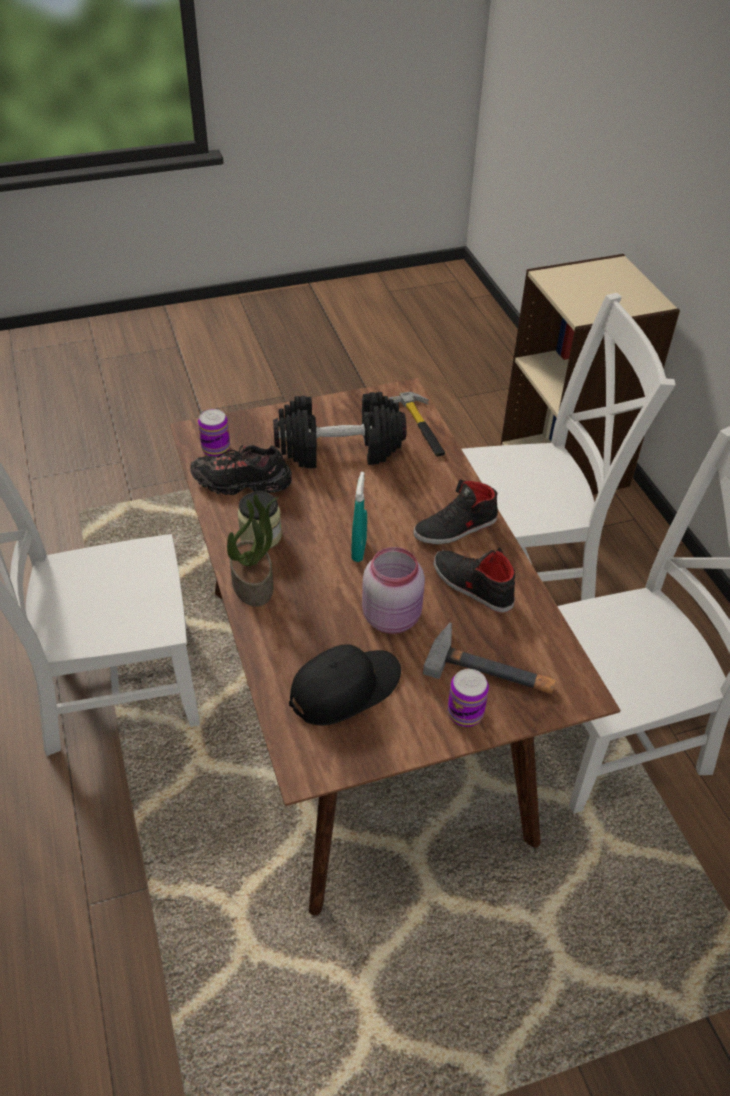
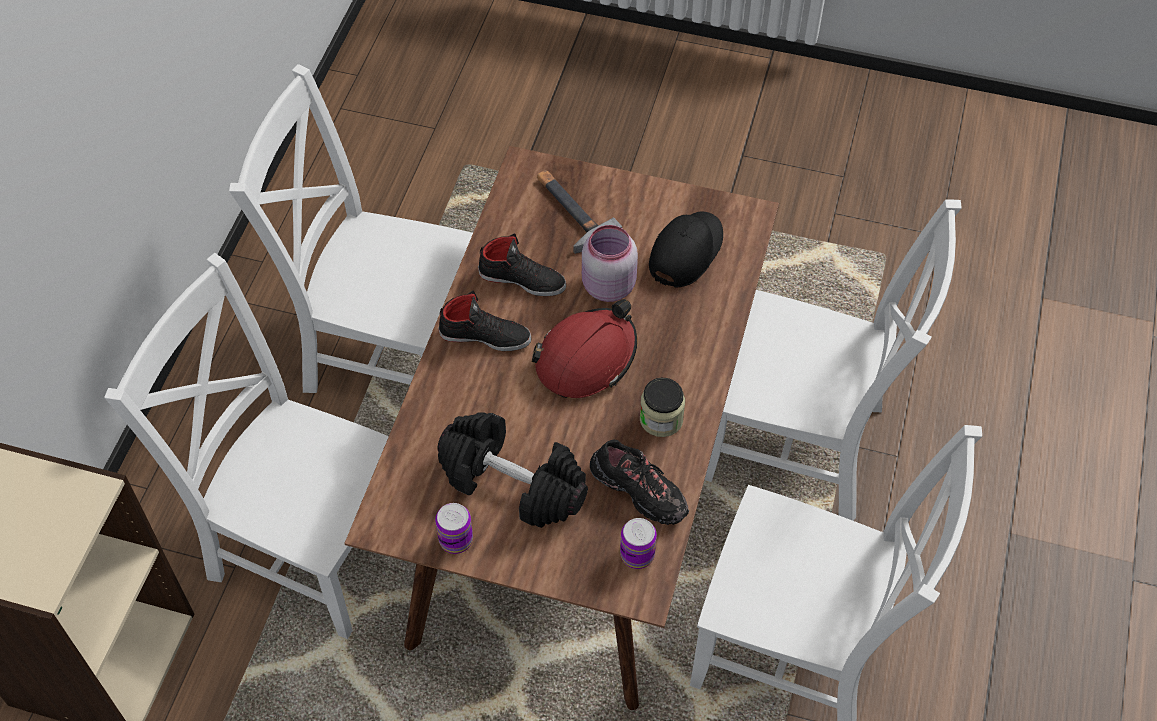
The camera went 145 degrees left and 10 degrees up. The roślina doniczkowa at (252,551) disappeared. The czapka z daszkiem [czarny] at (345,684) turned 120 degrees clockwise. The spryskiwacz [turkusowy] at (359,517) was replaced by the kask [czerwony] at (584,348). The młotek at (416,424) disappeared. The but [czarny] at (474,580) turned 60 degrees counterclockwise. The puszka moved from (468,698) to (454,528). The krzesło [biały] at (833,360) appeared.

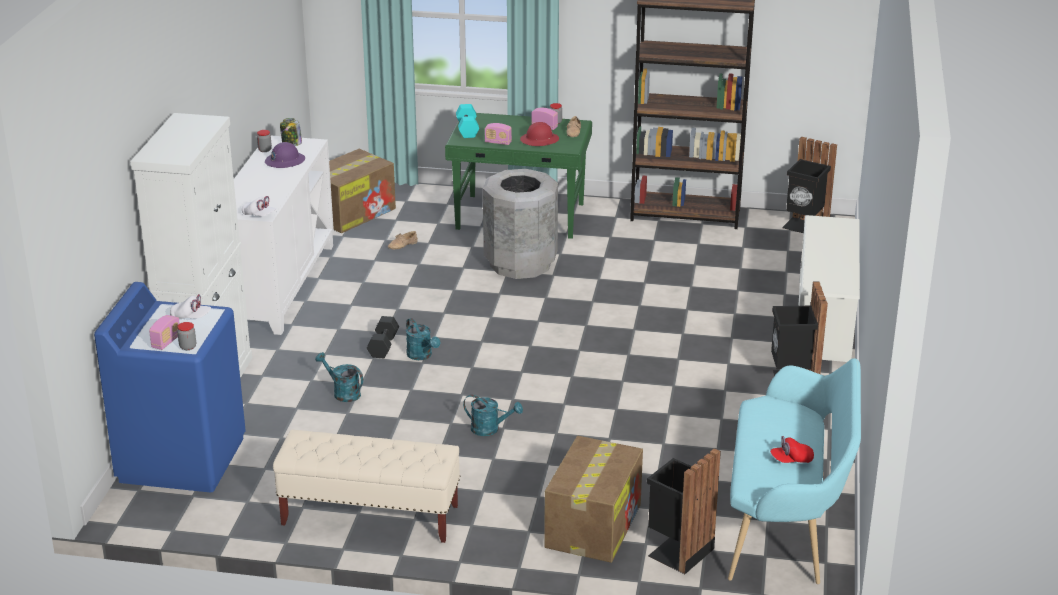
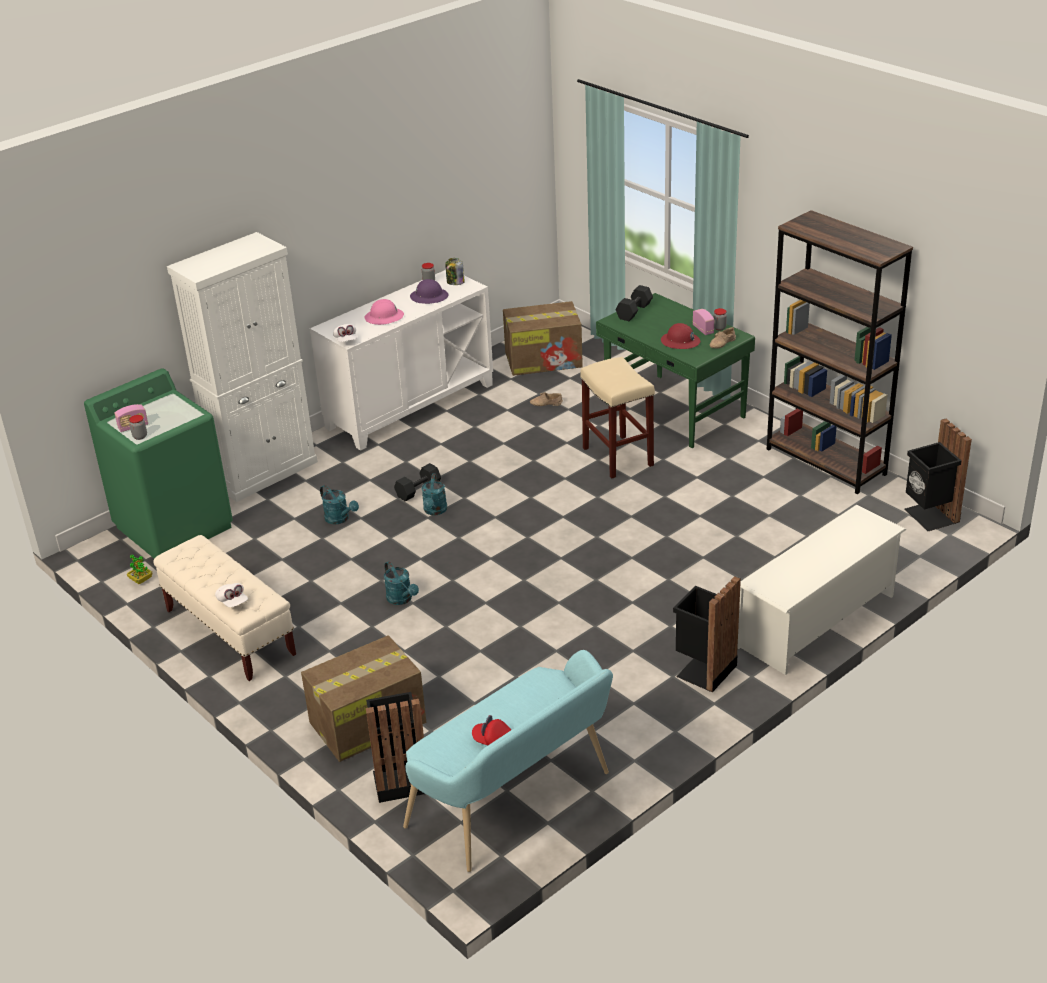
The camera went 40 degrees right and 5 degrees up. The pralka [niebieski] at (170,387) became the pralka [zielony] at (158,463). The czapka z daszkiem [biały] moved from (190,306) to (231,595). The konewka [turkusowy] at (339,377) turned 150 degrees clockwise. The hantel [turkusowy] at (467,121) became the hantel [czarny] at (634,303). The kosz na śmieci [szary] at (520,224) was replaced by the stołek [beżowy] at (617,418). The radio at (498,134) disappeared. The roślina doniczkowa at (140,569) appeared. The kask [różowy] at (384,312) appeared.

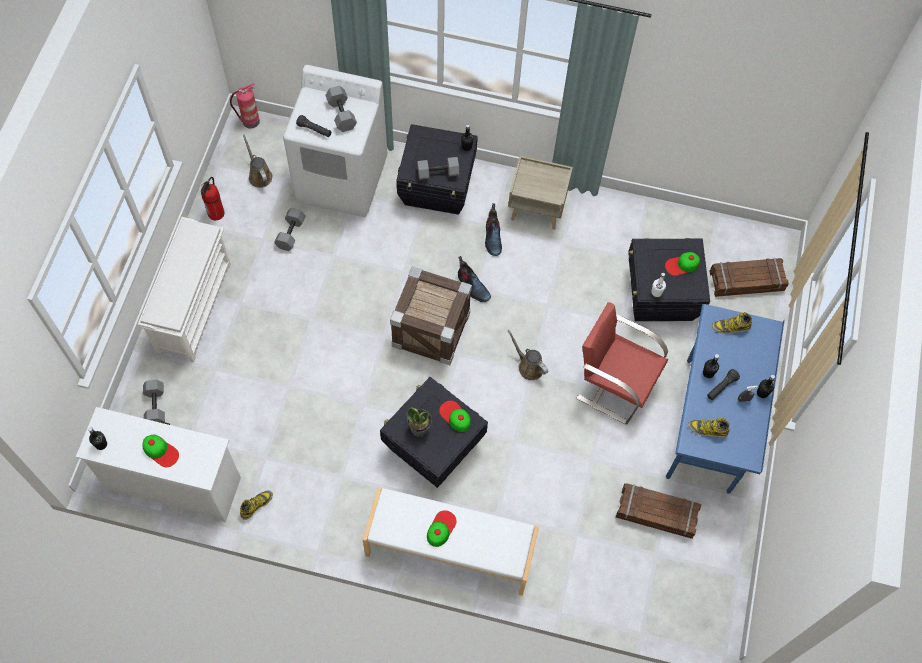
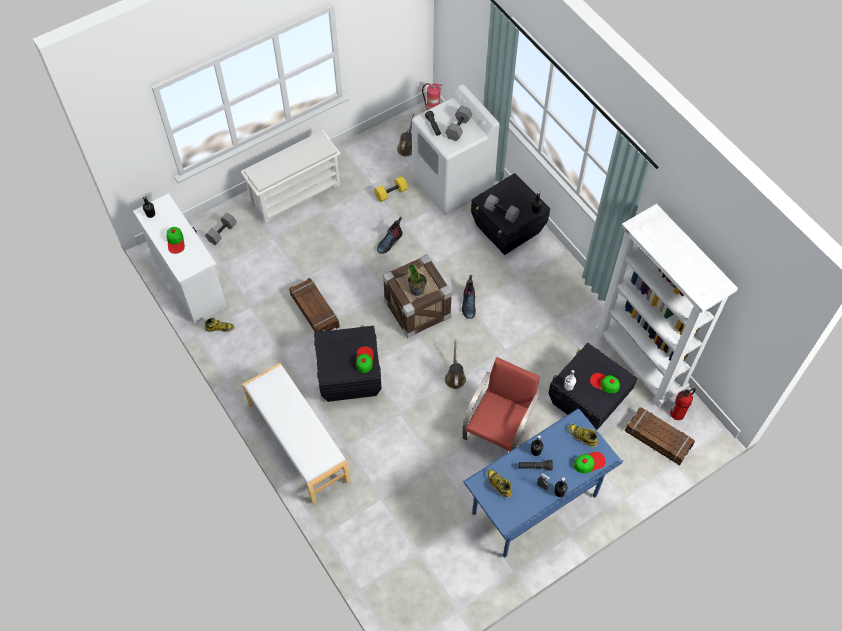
The camera went 45 degrees right and 5 degrees down. The gaśnica moved from (213,198) to (683,404). The hantel [szary] at (290,229) became the hantel [żółty] at (391,189). The roślina doniczkowa moved from (419,422) to (417,280). The czapka z daszkiem moved from (442,528) to (590,462). The but z cholewką moved from (493,229) to (390,235). The szafka nocna [beżowy] at (540,193) disappeared. The krzesło [czerwony] at (622,363) turned 45 degrees clockwise. The skrzynka moved from (658,511) to (314,305). The regał [biały] at (666,306) appeared.

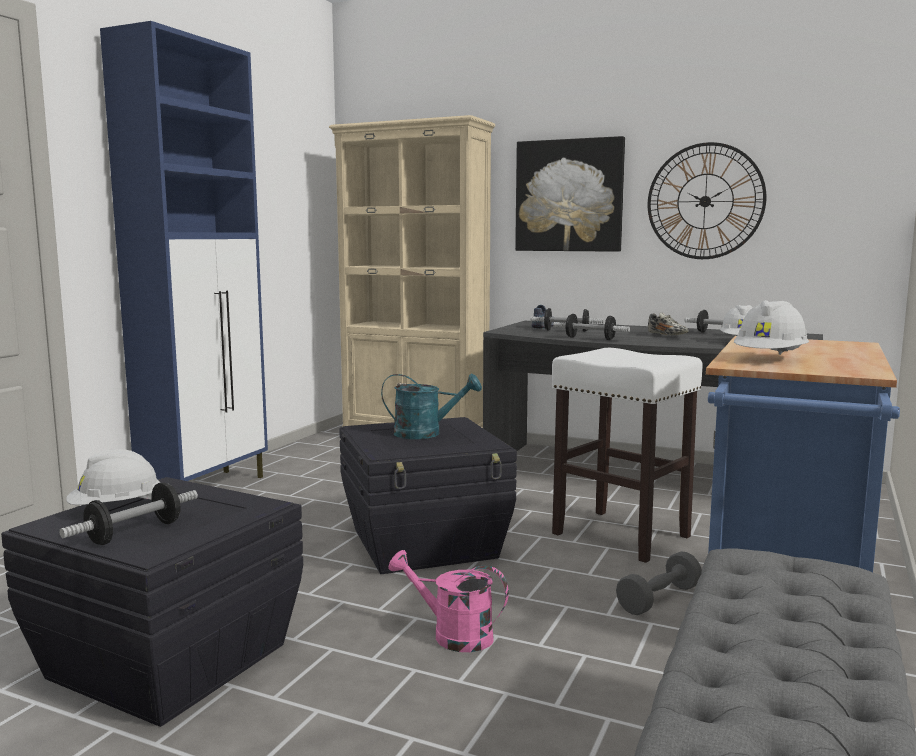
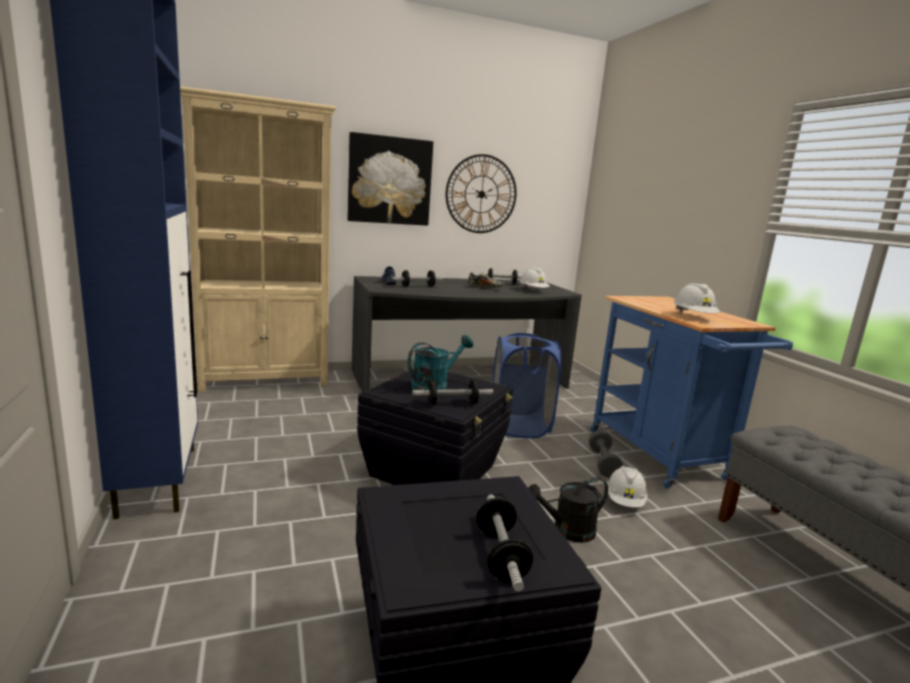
The camera went 45 degrees left and 5 degrees up. The kask [biały] moved from (113,477) to (627,487). The konewka [różowy] at (448,601) became the konewka [czarny] at (568,510). The stołek [biały] at (627,455) was replaced by the kosz na pranie [niebieski] at (526,385). The hantel moved from (591,327) to (452,392).

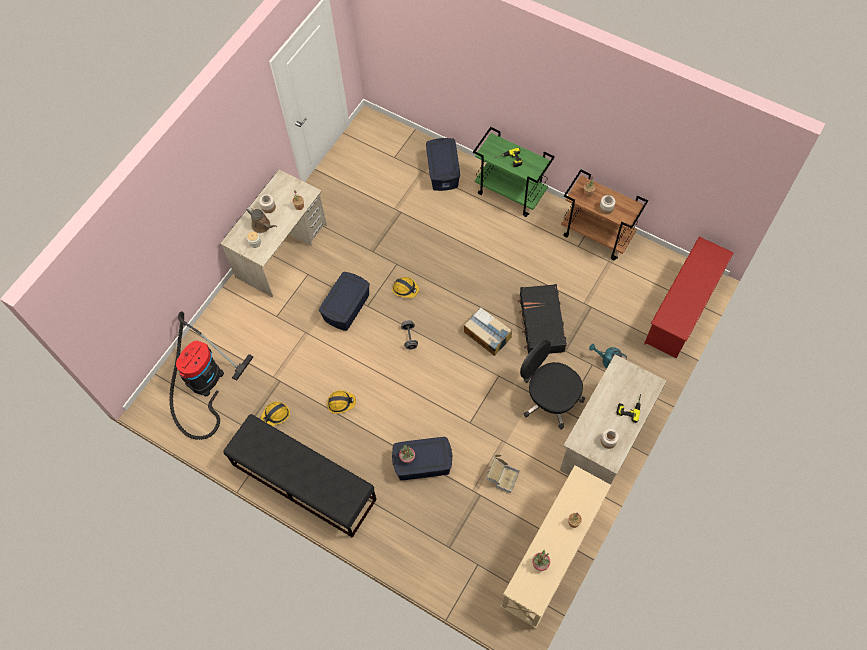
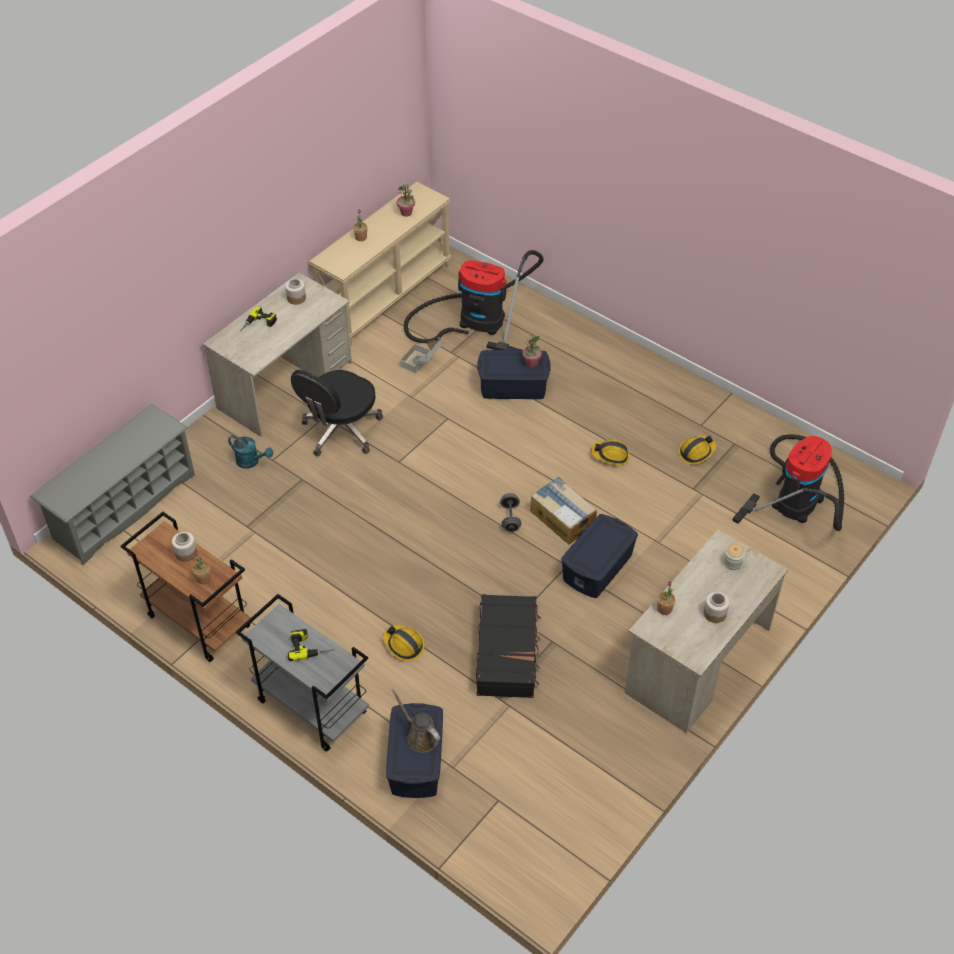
The camera went 175 degrees left and 15 degrees down. The ławka [czarny] at (300,476) disappeared. The konewka [brązowy] moved from (261,220) to (416,721). The kask moved from (405,287) to (404,643). The karton moved from (488,331) to (563,510). The wózek [zielony] at (514,172) became the wózek [szary] at (302,672). The walizka [czarny] moved from (542,319) to (508,646). The krzesło biurowe [czarny] at (552,385) turned 75 degrees clockwise. The regał na buty [czerwony] at (689,298) became the regał na buty [szary] at (112,484). The odkurzacz at (473,300) appeared.

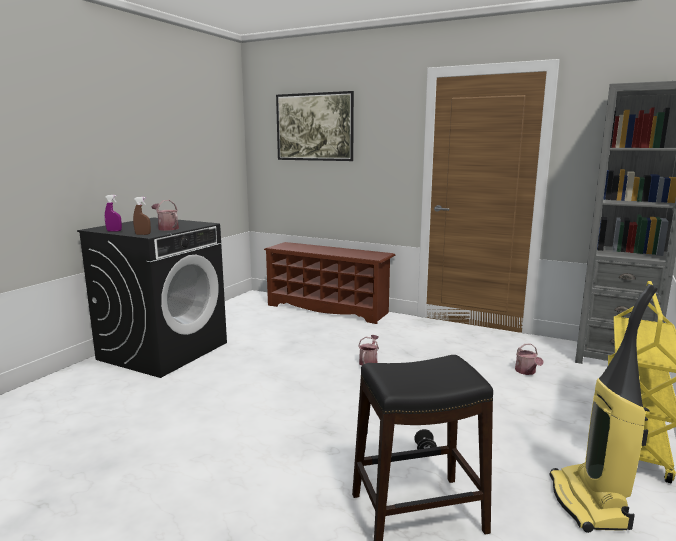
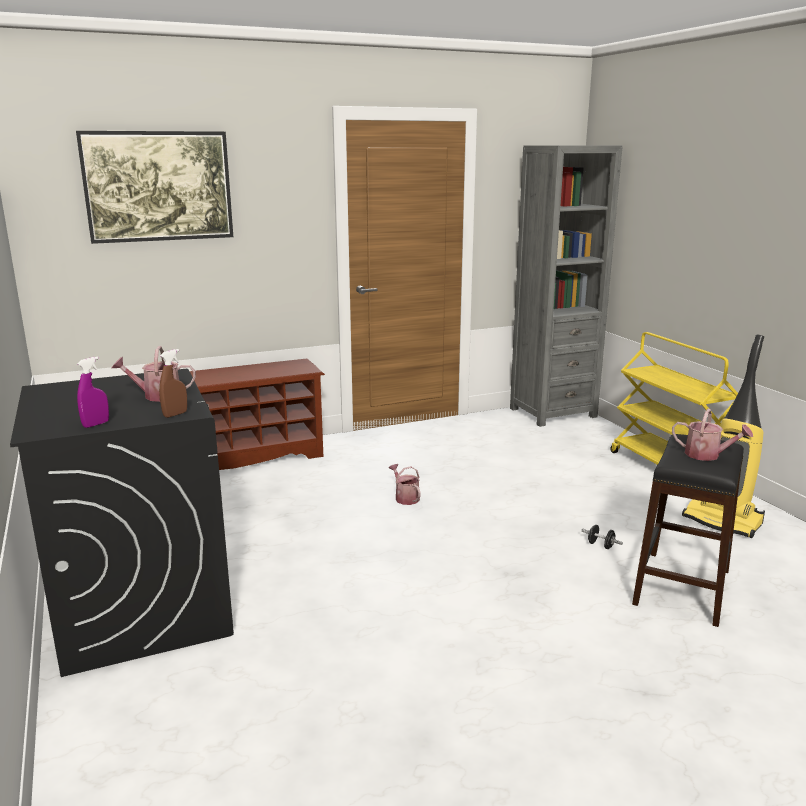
The camera went 50 degrees left and 5 degrees up. The konewka moved from (529,359) to (712,435).

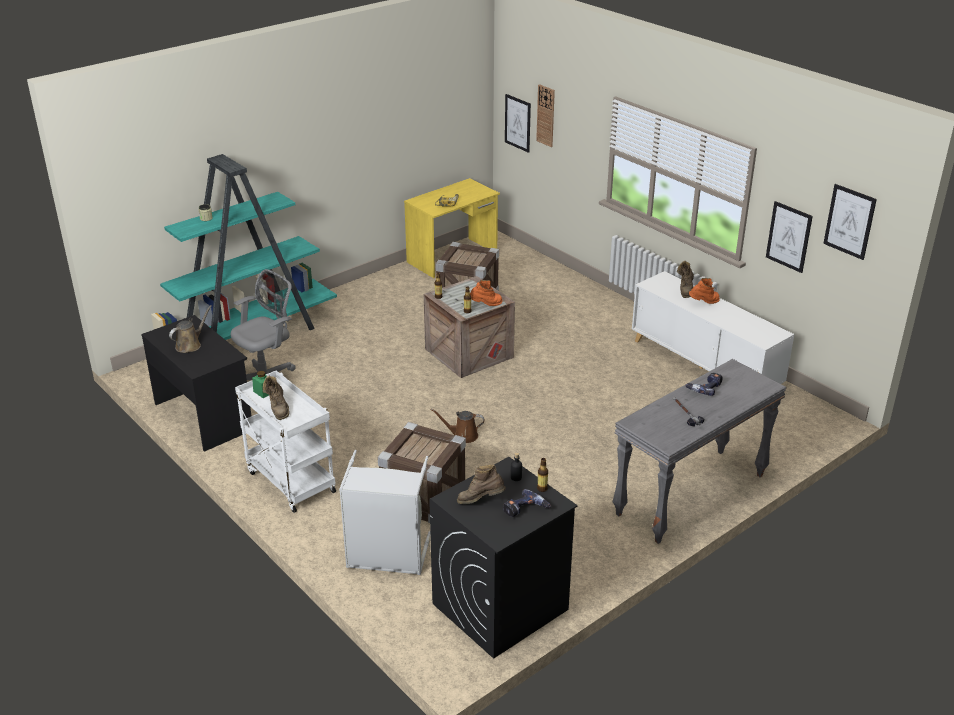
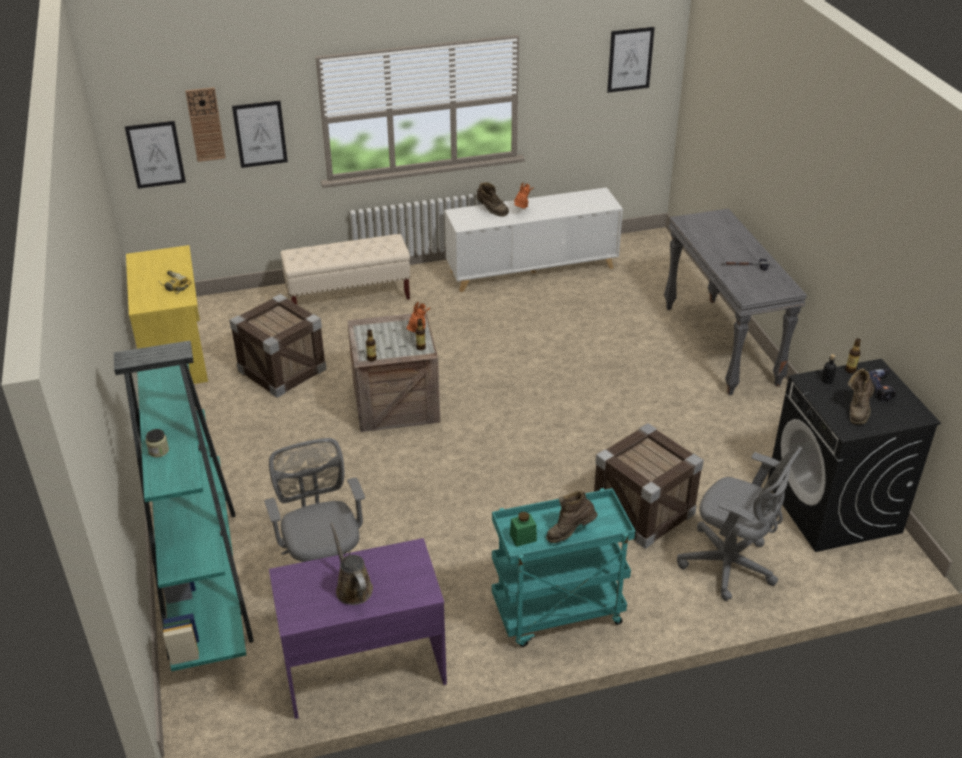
The camera went 65 degrees left and 5 degrees up. The biurko [czarny] at (196,383) became the biurko [fioletowy] at (358,628). The wózek [biały] at (285,441) became the wózek [turkusowy] at (563,567). The but z cholewką [brązowy] at (276,397) turned 150 degrees clockwise. The kosz na pranie [szary] at (384,512) was replaced by the krzesło biurowe [szary] at (739,524). The konewka [brązowy] at (458,426) disappeared. The wiertarka at (703,384) disappeared. The obraz moved from (789,237) to (260,134). The ławka [beżowy] at (345,269) appeared.

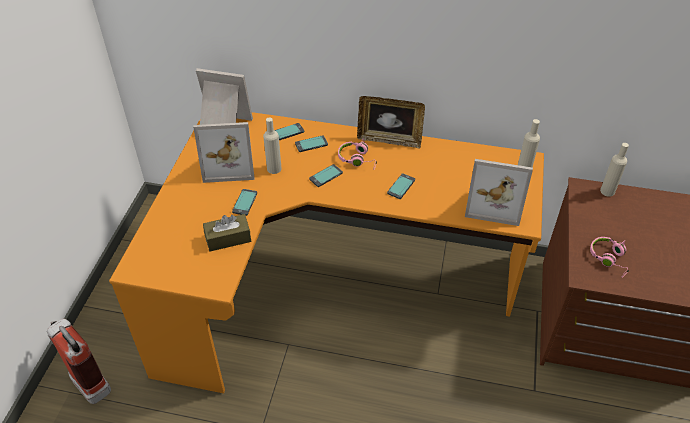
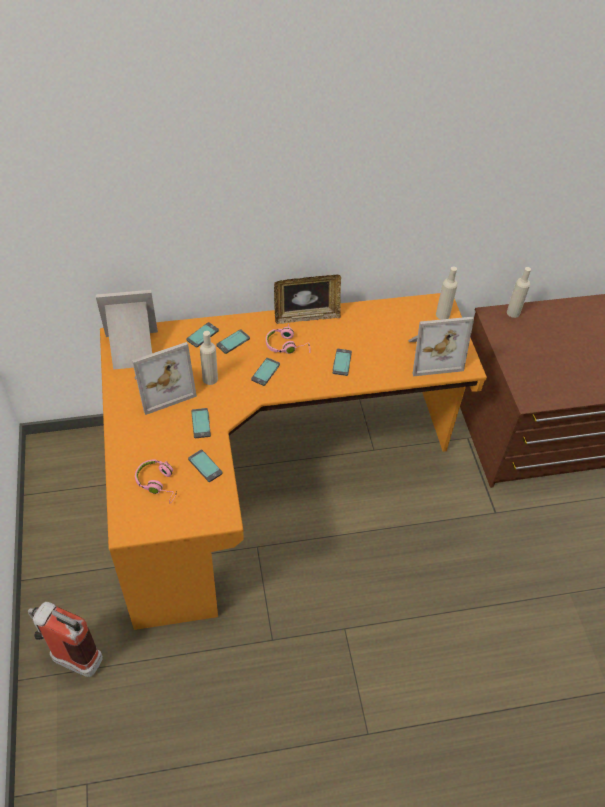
The camera went 25 degrees left and 5 degrees up. The pudełko chusteczek [brązowy] at (227,232) was replaced by the telefon at (205,466). The słuchawki [różowy] moved from (610,257) to (156,481).

